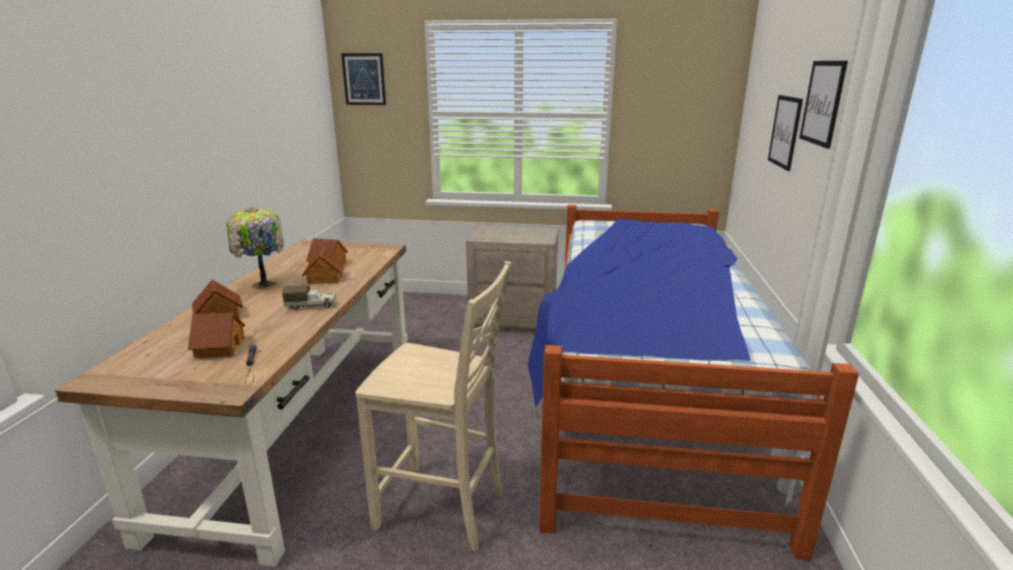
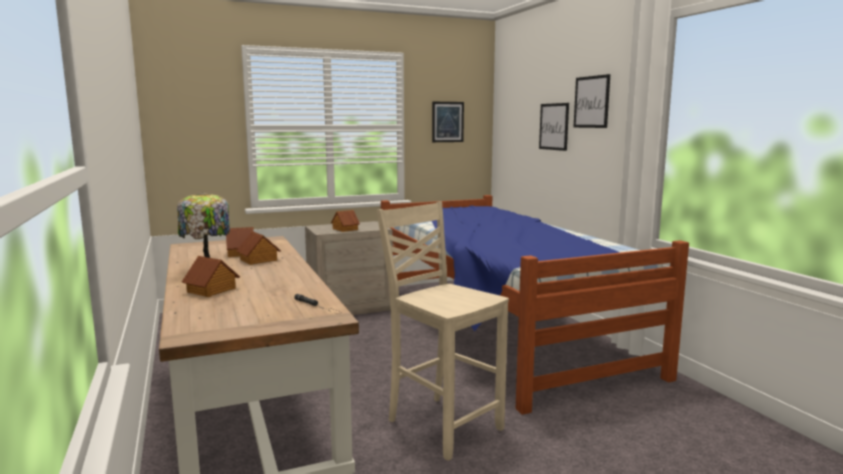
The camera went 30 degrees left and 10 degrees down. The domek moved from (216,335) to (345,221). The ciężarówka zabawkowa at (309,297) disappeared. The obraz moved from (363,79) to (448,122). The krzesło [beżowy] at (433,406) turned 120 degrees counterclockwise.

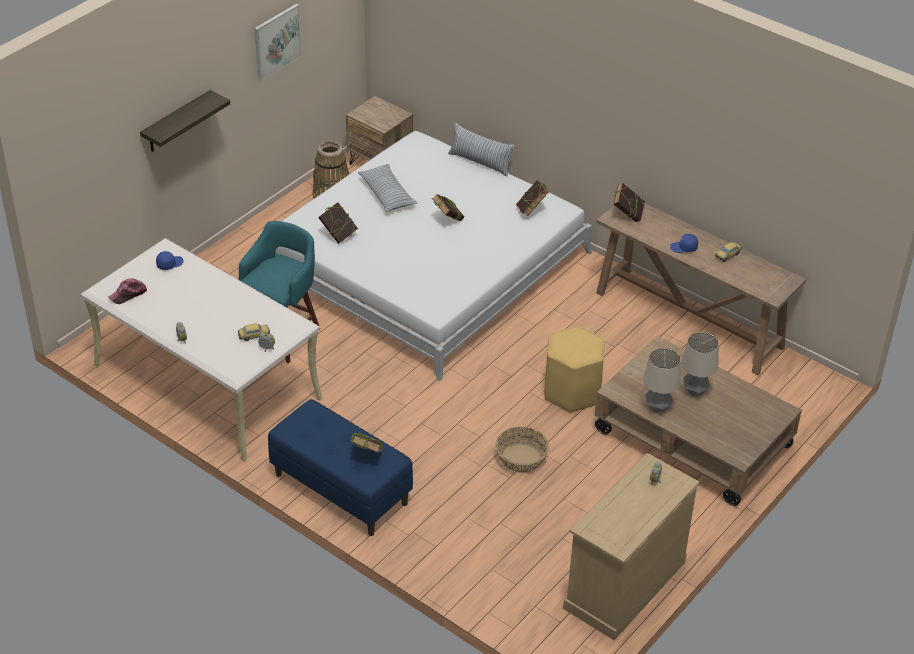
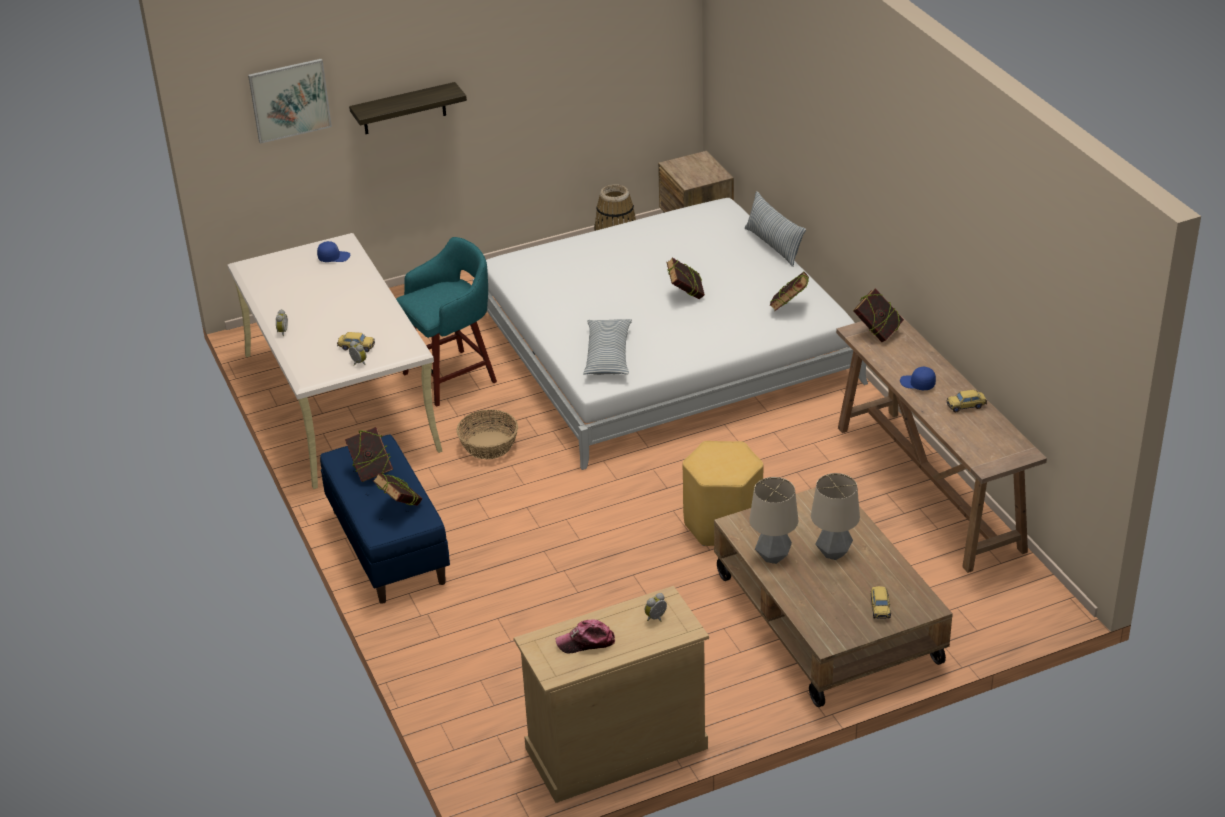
The camera went 30 degrees right and 5 degrees down. The czapka z daszkiem moved from (127,291) to (585,636). The obraz moved from (278,42) to (290,101). The książka moved from (338,223) to (369,454). The poduszka moved from (388,188) to (607,347). The koszyk moved from (522,450) to (487,434). The samochodzik at (881,602) appeared.

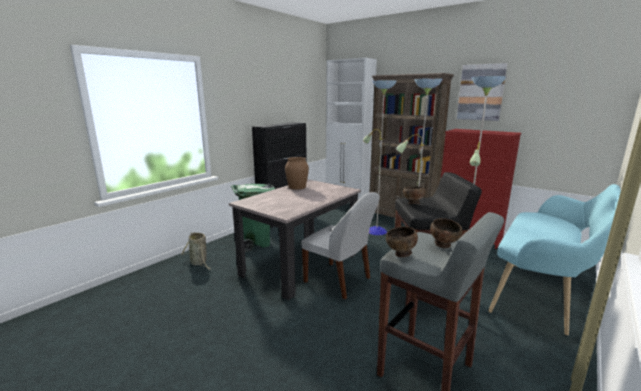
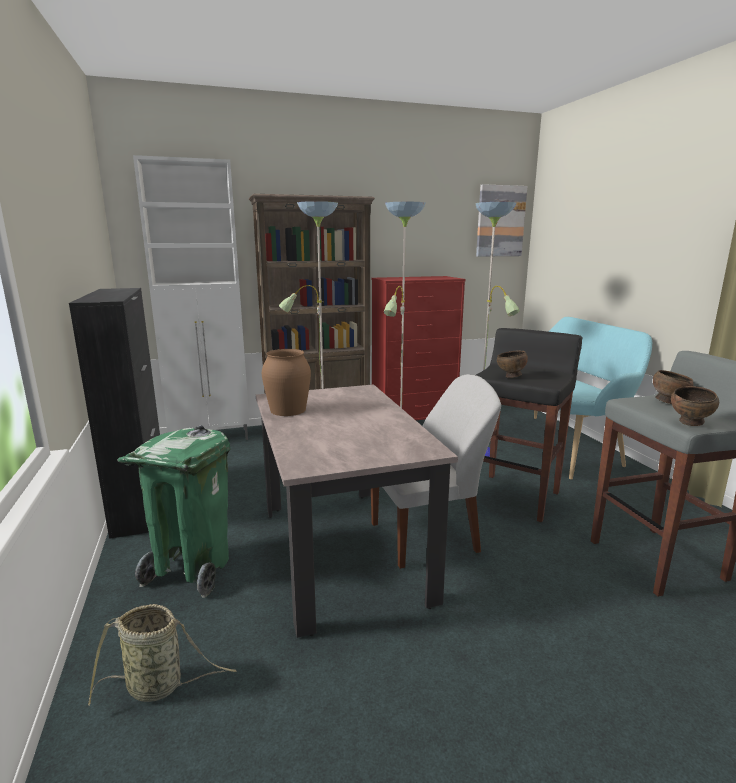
The camera went 55 degrees left and 0 degrees up. The obraz moved from (482,92) to (501,220).

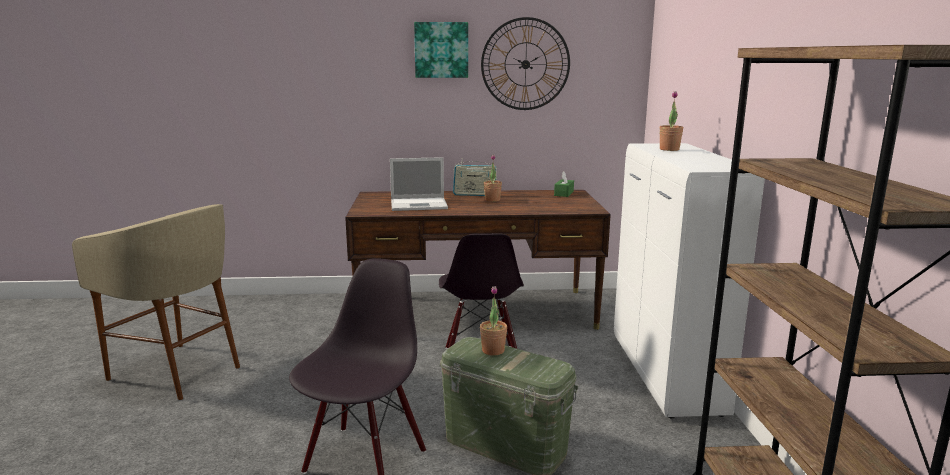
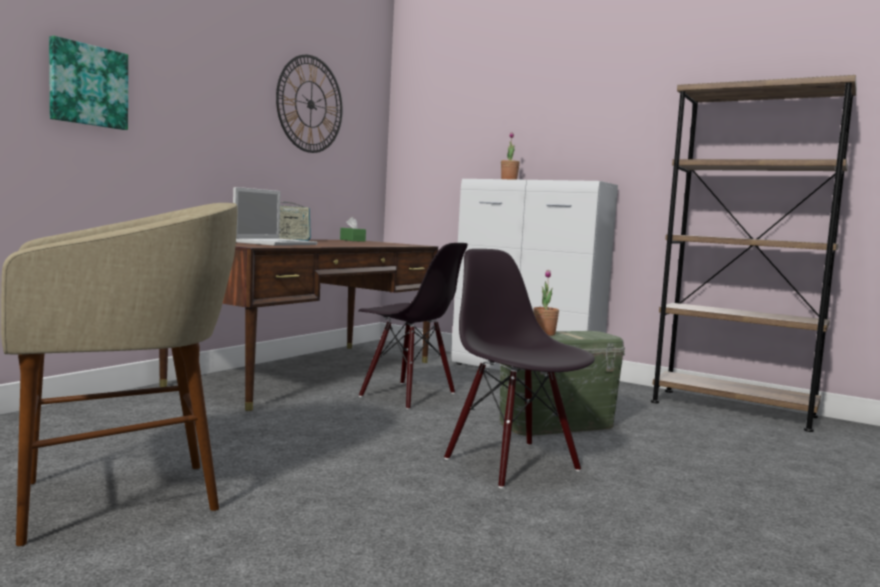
The camera went 55 degrees left and 10 degrees down. The obraz moved from (441,50) to (88,83). The roślina doniczkowa at (493,178) disappeared.

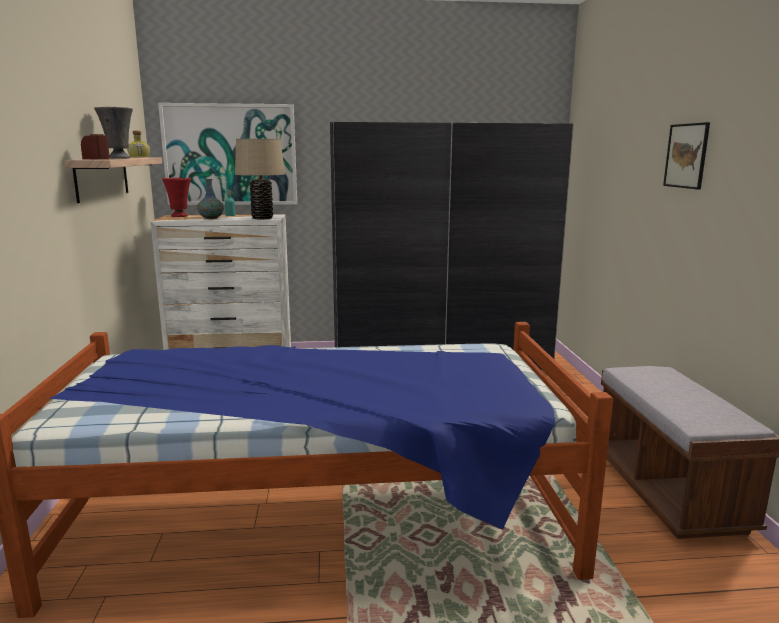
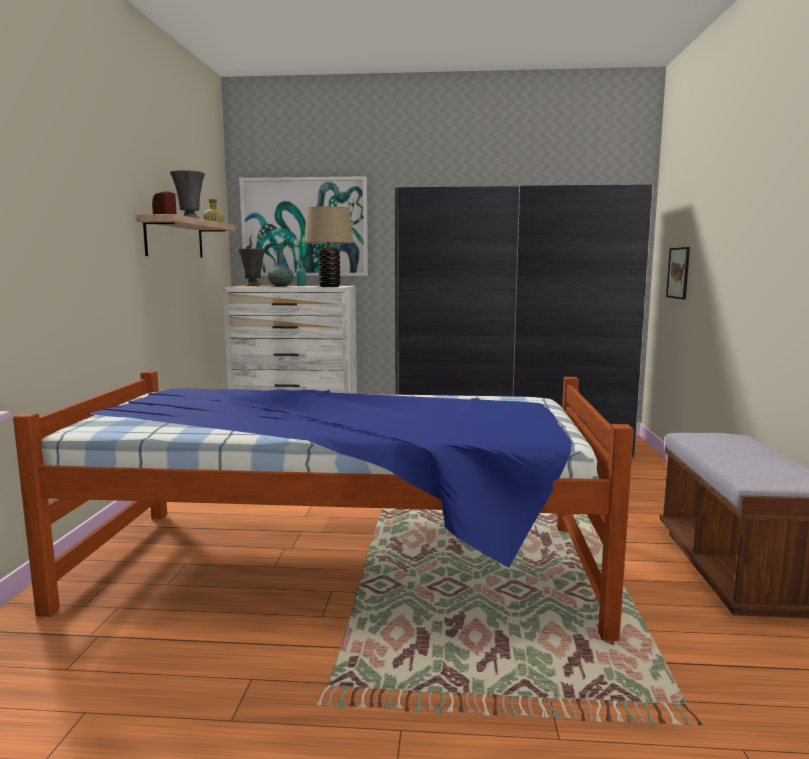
The camera went 10 degrees right and 5 degrees down. The wazon [czerwony] at (176,197) became the wazon [szary] at (252,267). The obraz moved from (686,156) to (678,273).

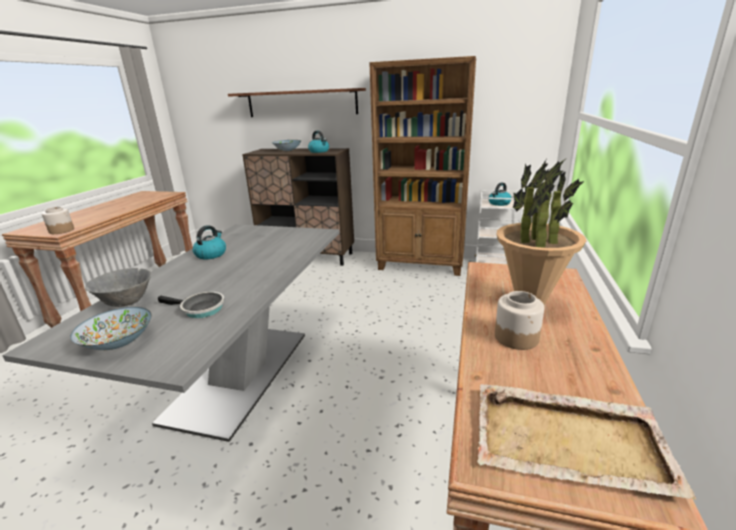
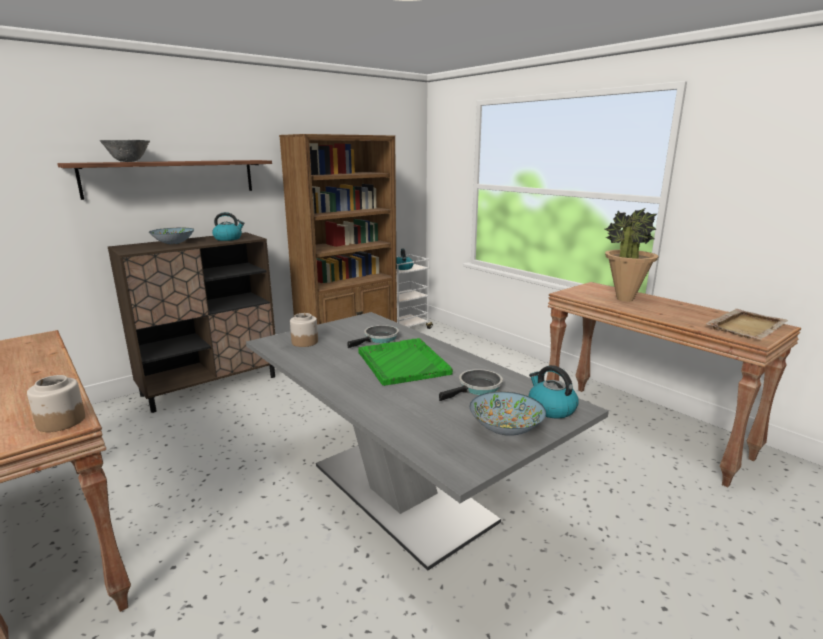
The camera went 55 degrees left and 5 degrees down. The miska [szary] moved from (118,287) to (125,151). The czajnik moved from (209,242) to (553,391). The słoik moved from (519,320) to (304,330). The patelnia at (373,336) appeared. The taca [zielony] at (405,362) appeared.

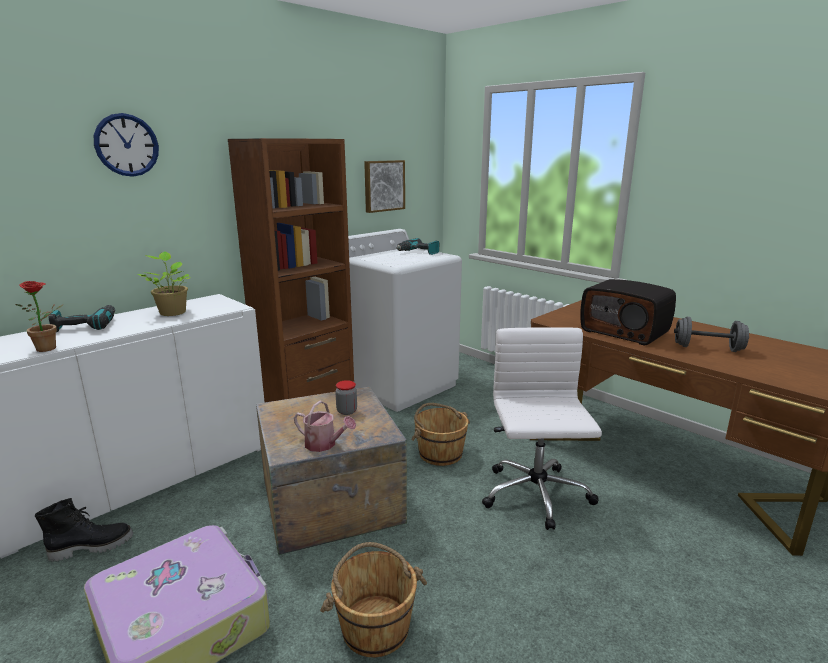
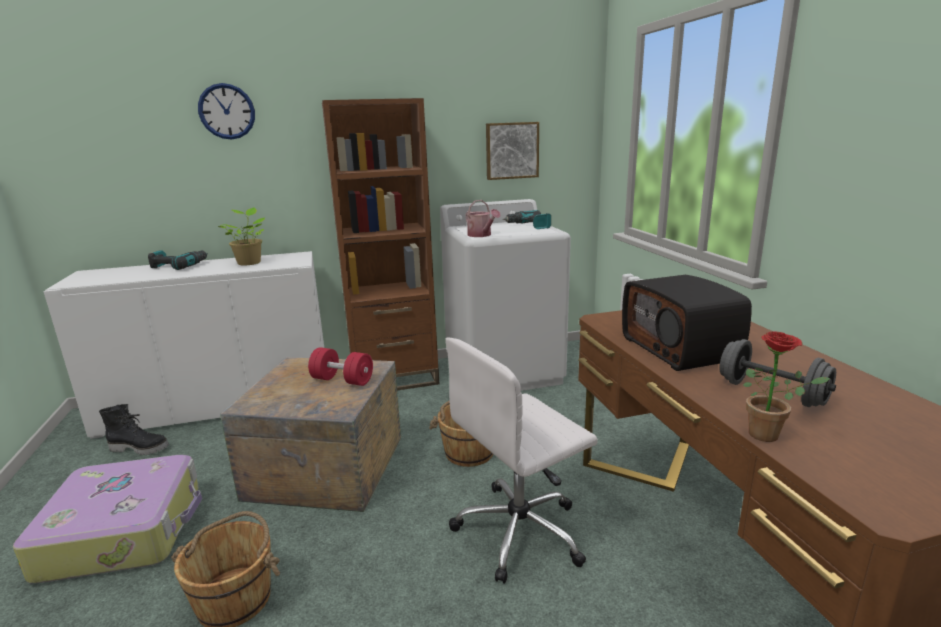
The camera went 30 degrees right and 0 degrees up. The roślina doniczkowa moved from (39,316) to (786,386). The konewka moved from (325,426) to (482,218). The słoik at (346,397) was replaced by the hantel [czerwony] at (340,366). The krzesło biurowe [biały] at (542,428) turned 150 degrees counterclockwise.

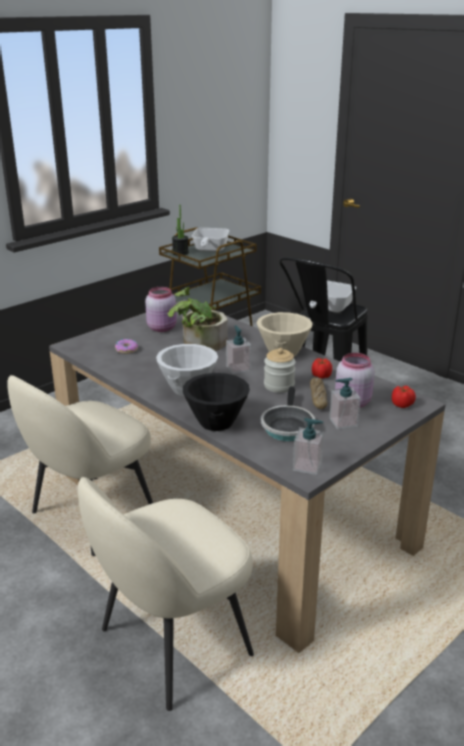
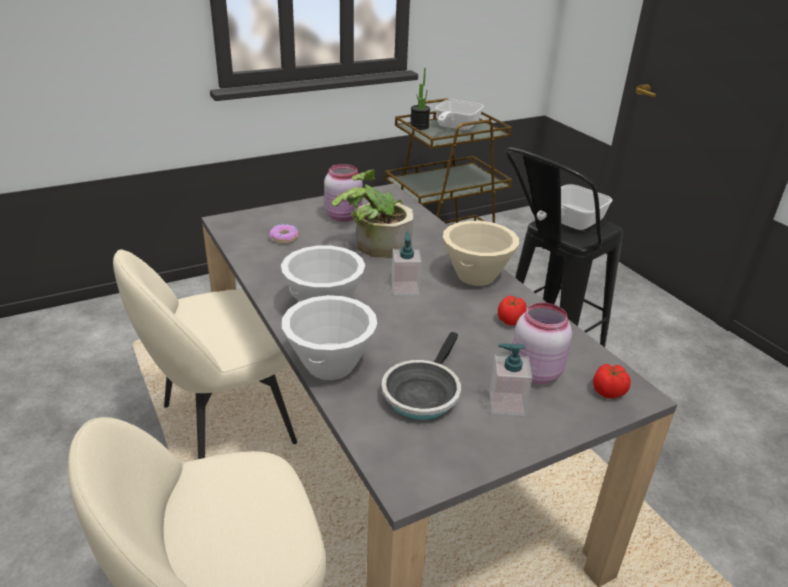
The camera went 15 degrees right and 5 degrees up. The miska [czarny] at (216,402) became the miska [biały] at (329,337). The słoik at (280,370) disappeared. The dozownik mydła at (308,446) disappeared. The chleb at (319,393) disappeared.

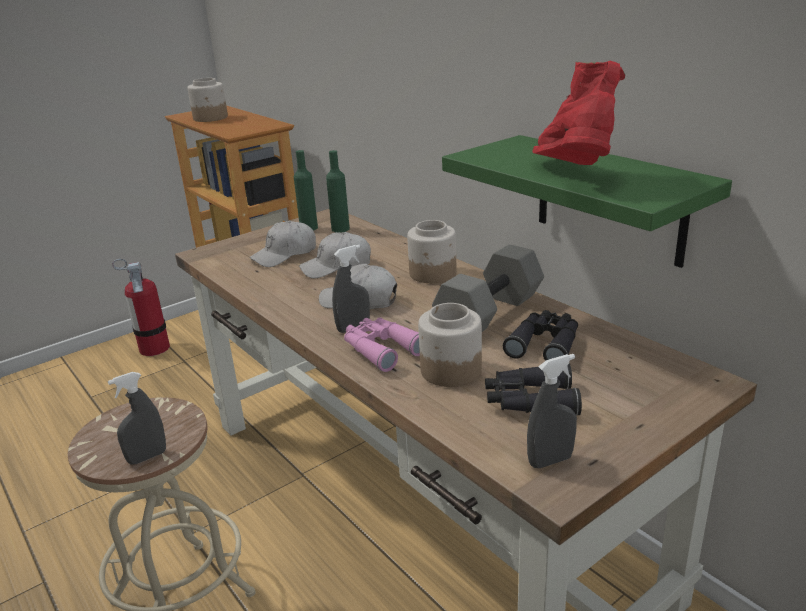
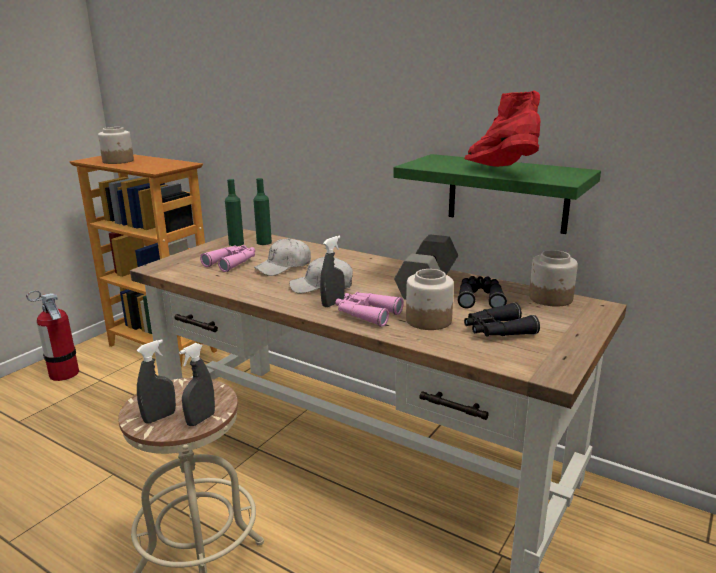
The camera went 20 degrees left and 5 degrees down. The czapka z daszkiem [biały] at (282,244) was replaced by the lornetka [różowy] at (227,258). The słoik moved from (432,251) to (553,278). The spryskiwacz [szary] moved from (552,411) to (156,381).

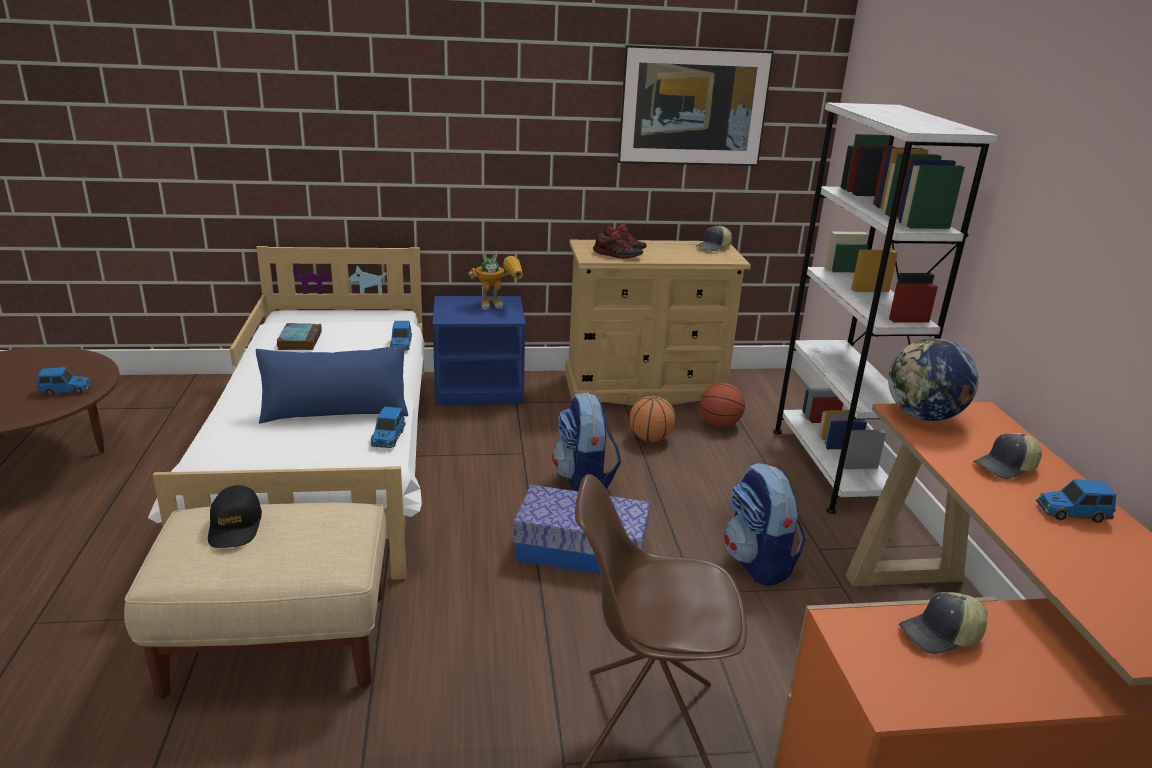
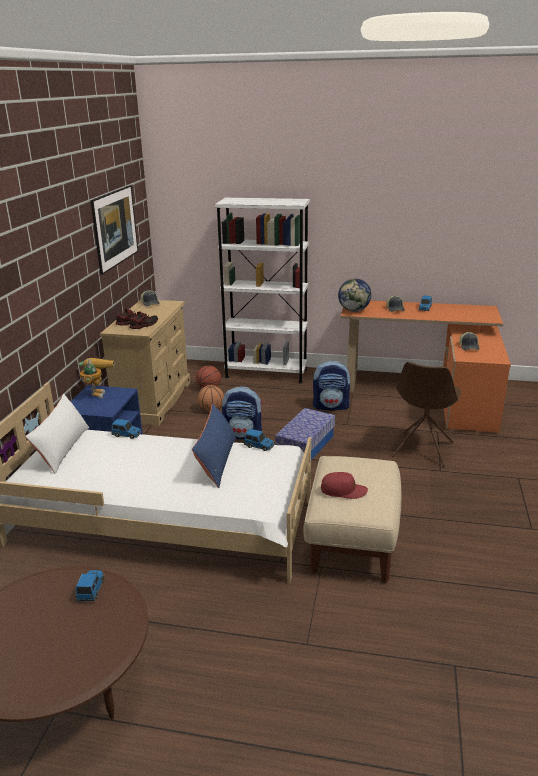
The camera went 70 degrees left and 0 degrees up. The czapka z daszkiem [czarny] at (235,516) became the czapka z daszkiem [czerwony] at (344,485). The książka at (299,336) disappeared. The poduszka [biały] at (57,434) appeared.

